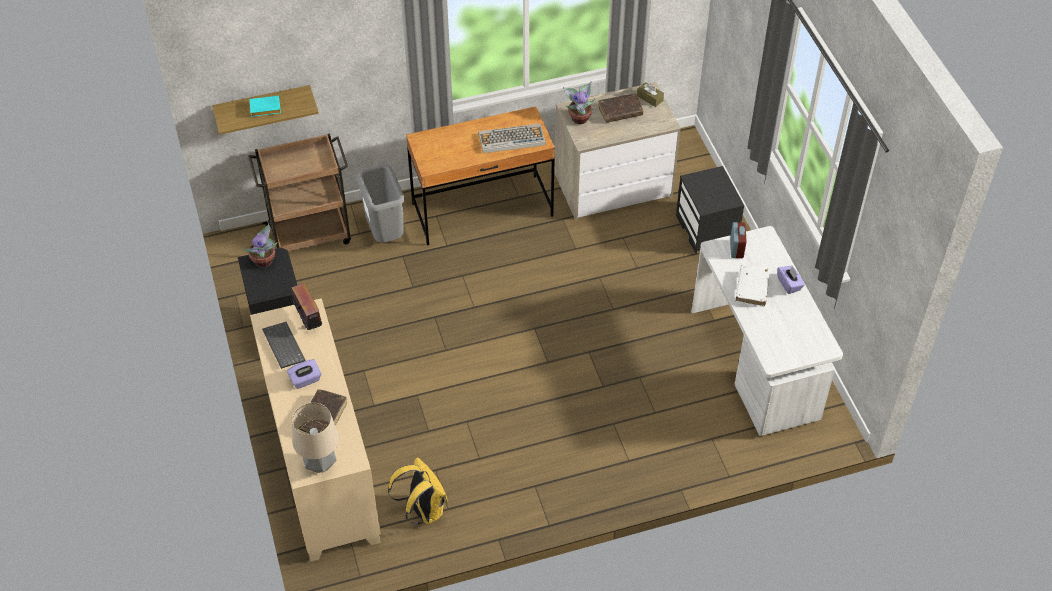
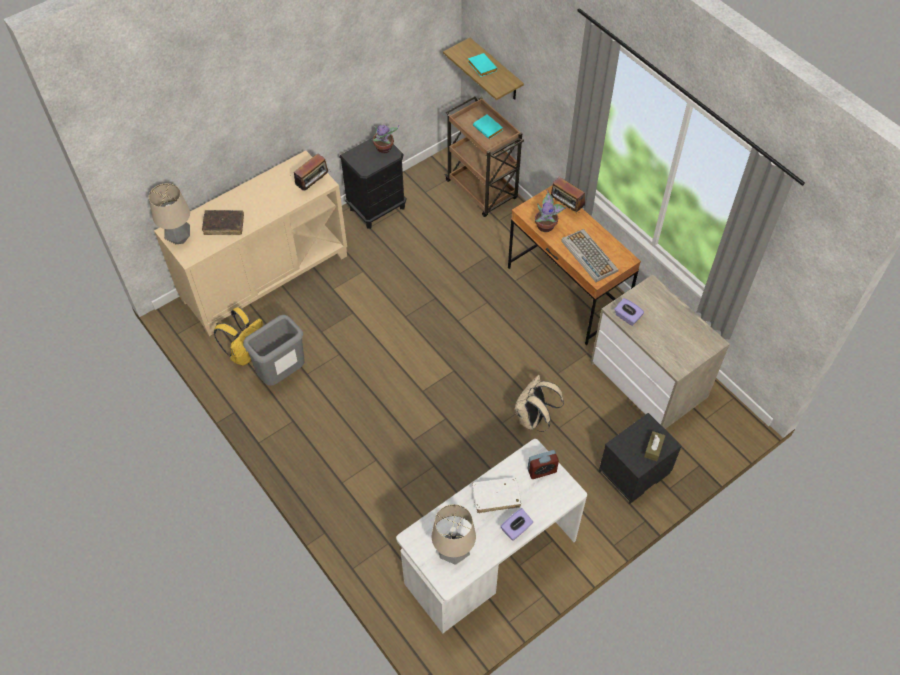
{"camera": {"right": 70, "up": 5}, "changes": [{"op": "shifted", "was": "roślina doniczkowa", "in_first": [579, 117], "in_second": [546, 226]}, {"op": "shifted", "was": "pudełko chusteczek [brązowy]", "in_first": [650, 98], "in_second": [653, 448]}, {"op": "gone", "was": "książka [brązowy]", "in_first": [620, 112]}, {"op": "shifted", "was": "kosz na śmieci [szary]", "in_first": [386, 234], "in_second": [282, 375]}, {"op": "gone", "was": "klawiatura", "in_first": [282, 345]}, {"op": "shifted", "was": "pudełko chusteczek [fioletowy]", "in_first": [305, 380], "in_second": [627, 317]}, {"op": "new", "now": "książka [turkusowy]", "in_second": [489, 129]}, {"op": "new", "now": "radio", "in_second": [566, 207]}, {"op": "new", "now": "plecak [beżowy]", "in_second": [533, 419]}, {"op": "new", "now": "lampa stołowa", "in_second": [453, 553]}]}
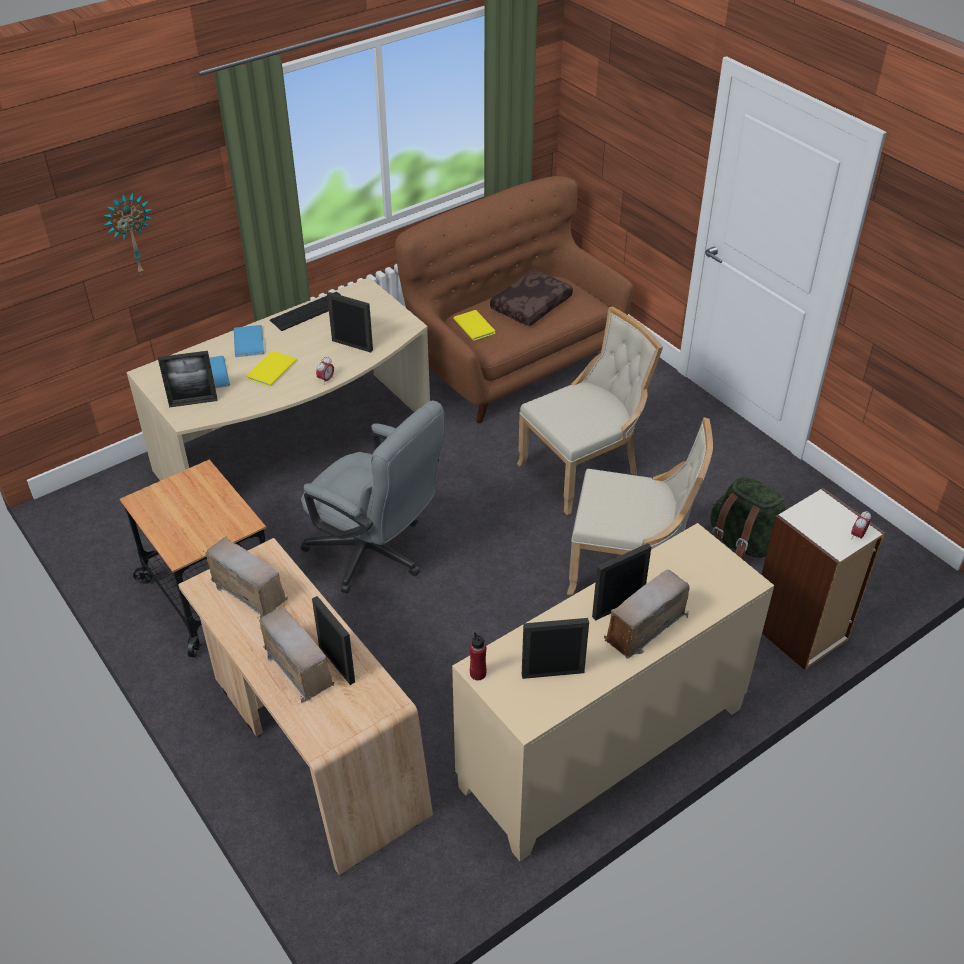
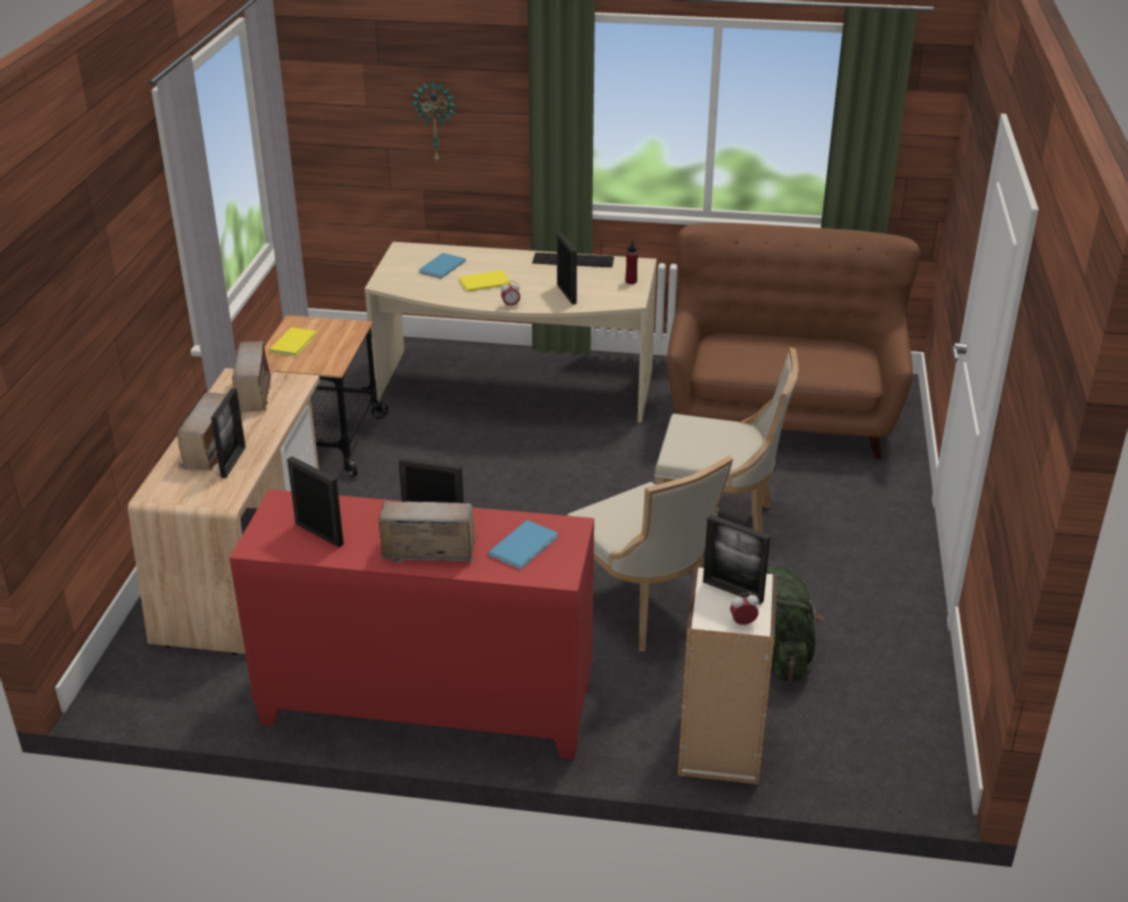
{"camera": {"right": 45, "up": -10}, "changes": [{"op": "gone", "was": "poduszka [brązowy]", "in_first": [530, 305]}, {"op": "shifted", "was": "książka [żółty]", "in_first": [474, 325], "in_second": [295, 342]}, {"op": "shifted", "was": "książka [niebieski]", "in_first": [250, 341], "in_second": [526, 545]}, {"op": "shifted", "was": "ramka na zdjęcie", "in_first": [193, 402], "in_second": [733, 591]}, {"op": "gone", "was": "krzesło biurowe [szary]", "in_first": [376, 555]}, {"op": "repainted", "was": "szafka [beżowy]", "now": "szafka [czerwony]", "in_first": [604, 748], "in_second": [426, 705]}, {"op": "shifted", "was": "butelka [czerwony]", "in_first": [478, 674], "in_second": [631, 281]}]}
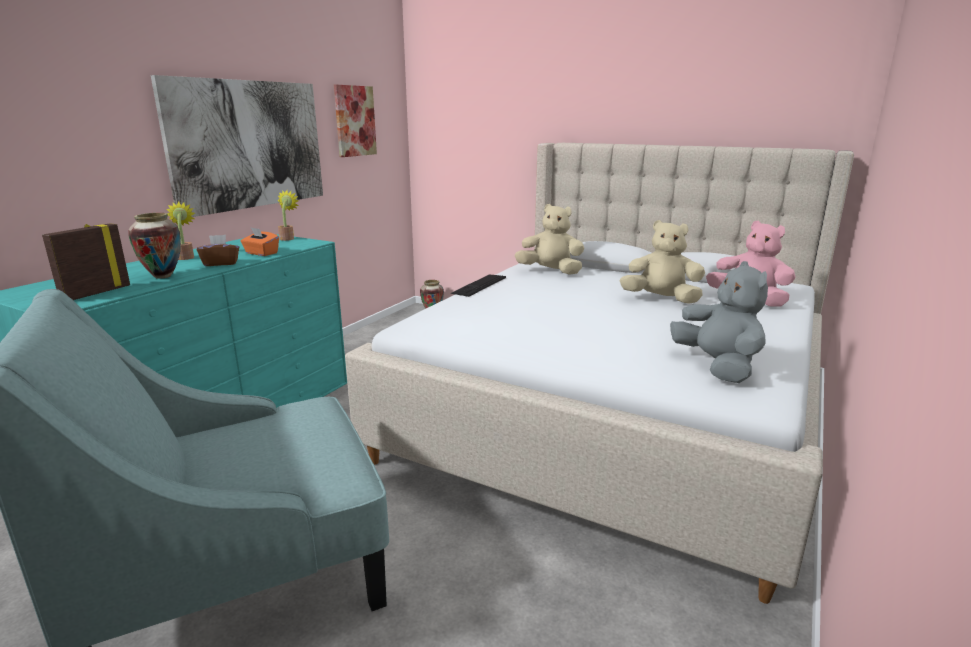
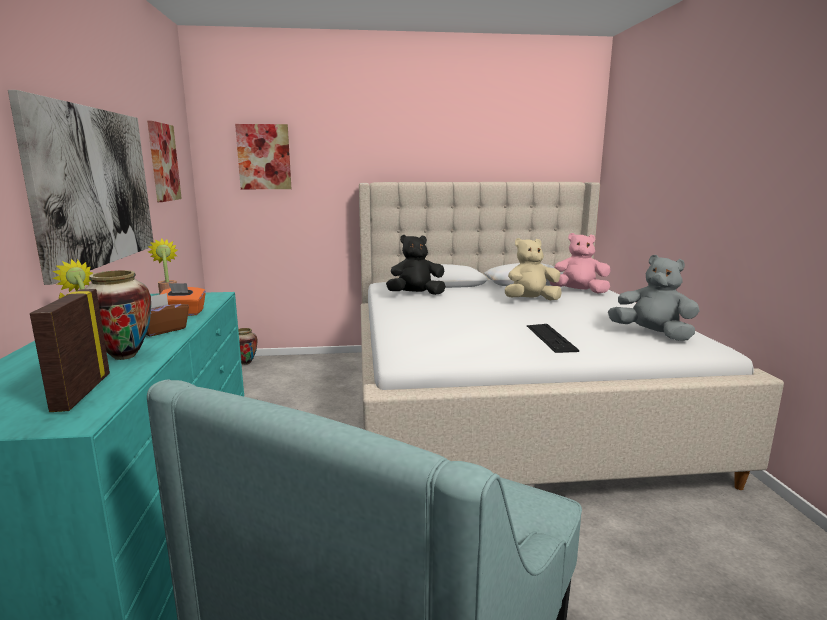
{"camera": {"right": -35, "up": -5}, "changes": [{"op": "repainted", "was": "pluszak [beżowy]", "now": "pluszak [czarny]", "in_first": [551, 271], "in_second": [416, 295]}, {"op": "shifted", "was": "klawiatura", "in_first": [479, 285], "in_second": [550, 338]}, {"op": "new", "now": "obraz", "in_second": [264, 157]}]}
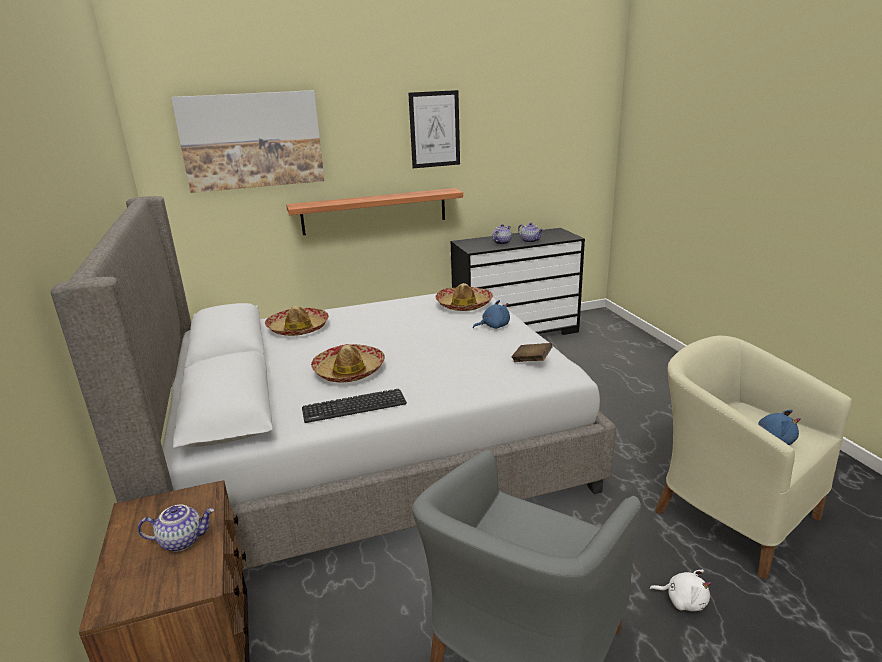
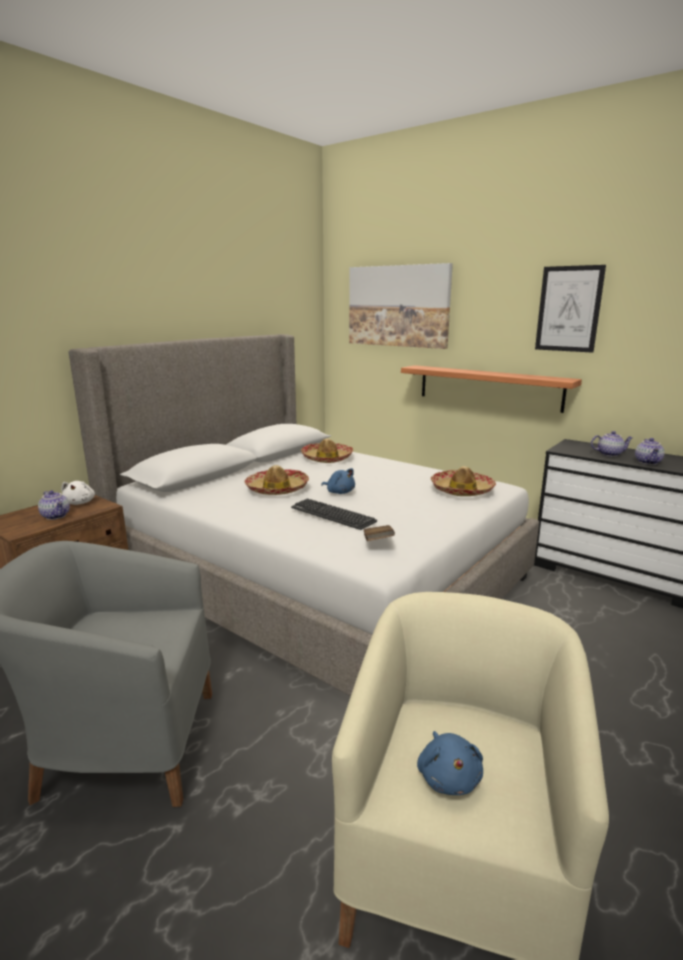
{"camera": {"right": 55, "up": -5}, "changes": [{"op": "shifted", "was": "pluszak [niebieski]", "in_first": [493, 326], "in_second": [339, 492]}, {"op": "shifted", "was": "klawiatura", "in_first": [354, 406], "in_second": [332, 515]}, {"op": "shifted", "was": "pluszak [biały]", "in_first": [683, 600], "in_second": [80, 502]}]}
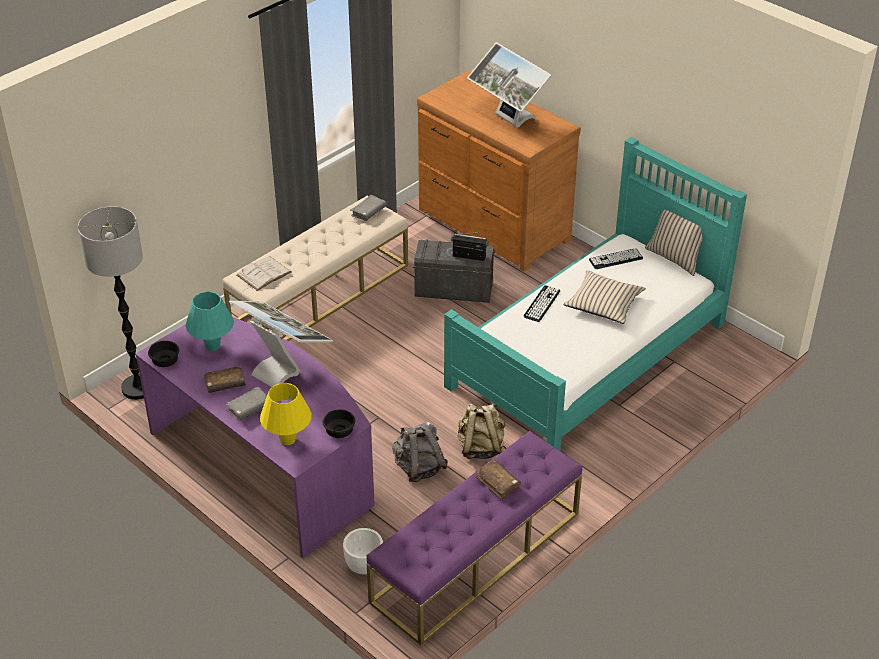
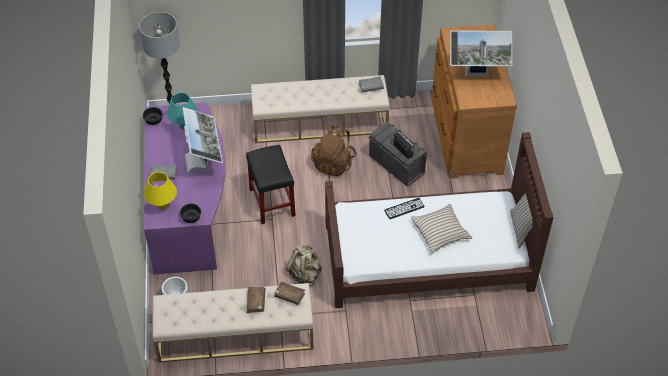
{"camera": {"right": 40, "up": 10}, "changes": [{"op": "rotated", "was": "monitor", "in_first": [508, 120], "in_second": [477, 75], "clockwise": -90}, {"op": "repainted", "was": "łóżko [turkusowy]", "now": "łóżko [brązowy]", "in_first": [588, 354], "in_second": [428, 256]}, {"op": "gone", "was": "klawiatura", "in_first": [615, 259]}, {"op": "gone", "was": "książka [biały]", "in_first": [264, 273]}, {"op": "shifted", "was": "książka [brązowy]", "in_first": [225, 384], "in_second": [289, 295]}, {"op": "gone", "was": "plecak [szary]", "in_first": [419, 468]}, {"op": "repainted", "was": "ławka [fioletowy]", "now": "ławka [beżowy]", "in_first": [476, 557], "in_second": [235, 335]}, {"op": "new", "now": "plecak [brązowy]", "in_second": [333, 163]}, {"op": "new", "now": "stołek [czarny]", "in_second": [272, 203]}]}
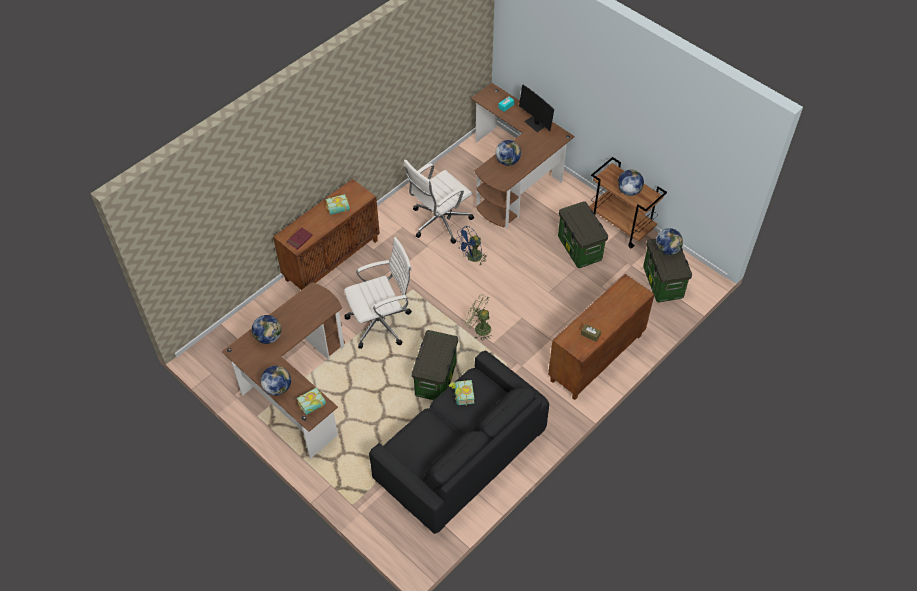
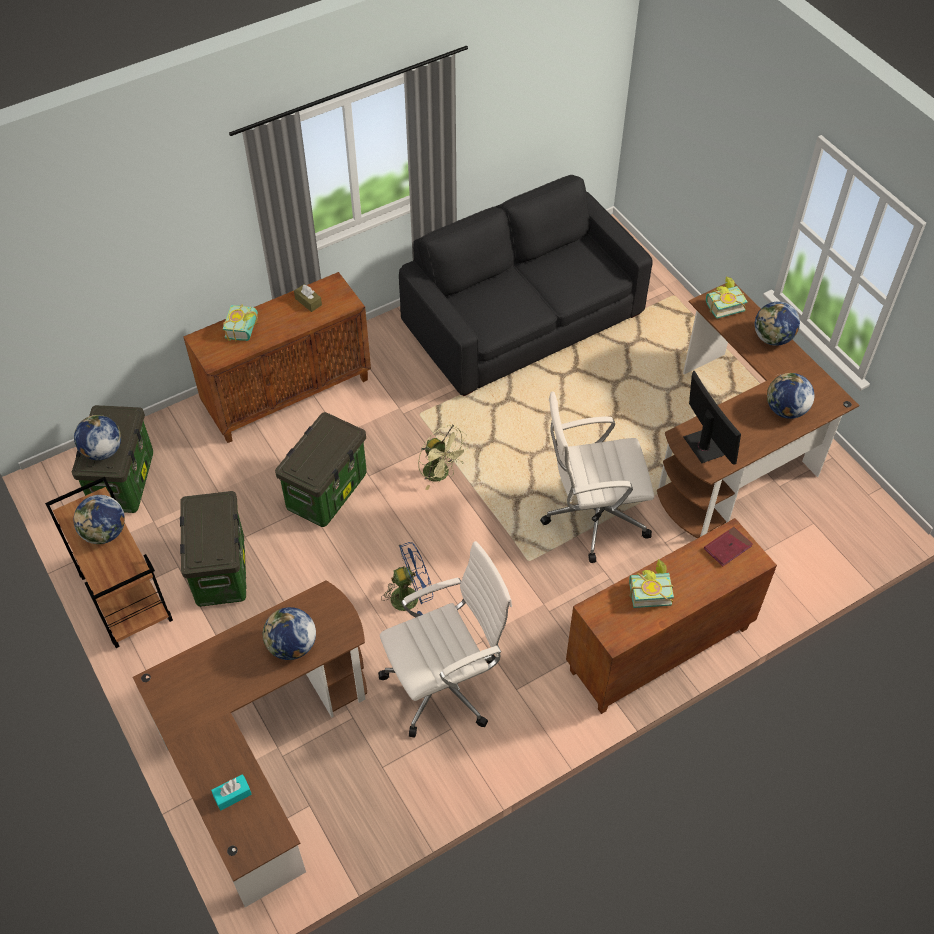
{"camera": {"right": -165, "up": 0}, "changes": [{"op": "shifted", "was": "monitor", "in_first": [536, 123], "in_second": [704, 446]}, {"op": "shifted", "was": "pojemnik do przechowywania", "in_first": [436, 380], "in_second": [327, 491]}, {"op": "shifted", "was": "książka", "in_first": [461, 396], "in_second": [246, 329]}]}
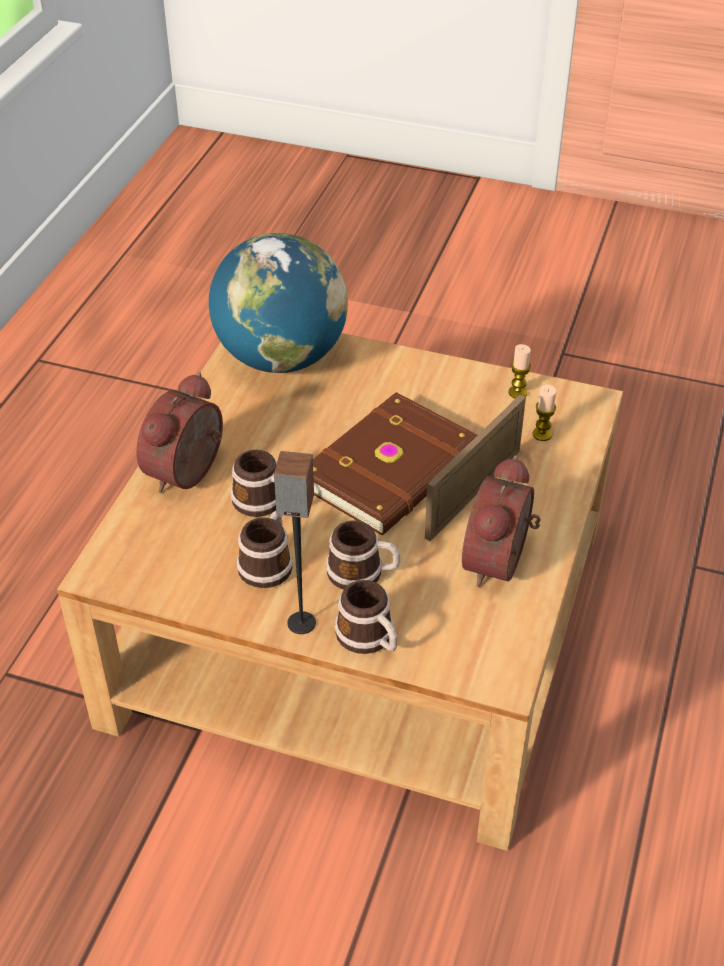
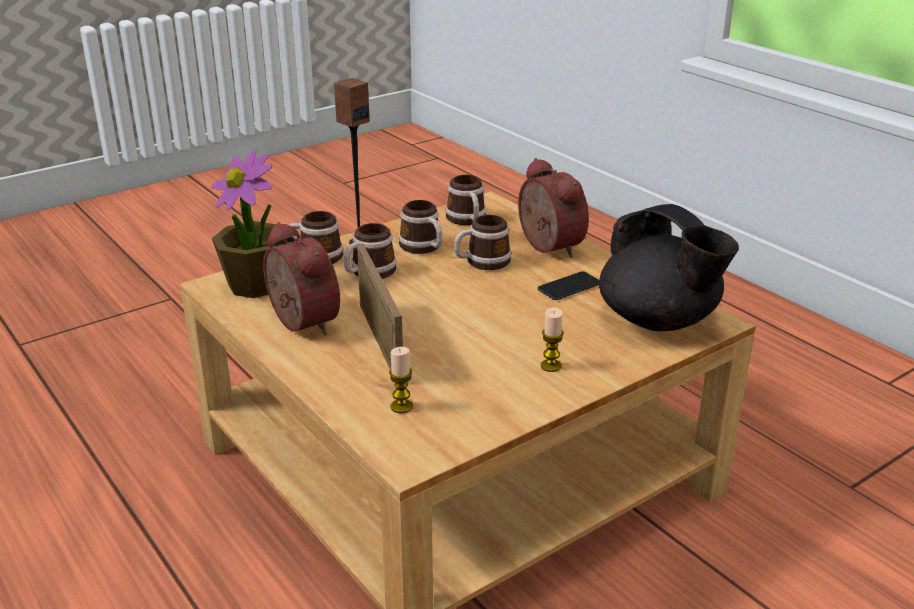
{"camera": {"right": 125, "up": -15}, "changes": [{"op": "swapped", "was": "globus", "now": "imbryk [czarny]", "in_first": [281, 357], "in_second": [659, 321]}, {"op": "shifted", "was": "świeca", "in_first": [518, 392], "in_second": [551, 366]}, {"op": "gone", "was": "książka [brązowy]", "in_first": [393, 469]}, {"op": "new", "now": "roślina doniczkowa", "in_second": [256, 285]}, {"op": "new", "now": "kubek", "in_second": [467, 220]}, {"op": "new", "now": "telefon", "in_second": [569, 287]}]}
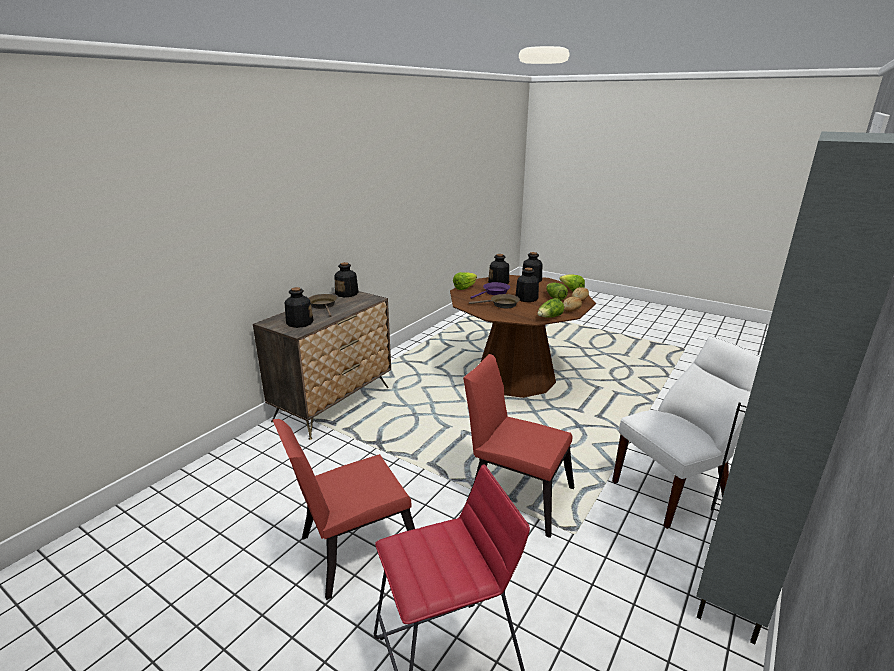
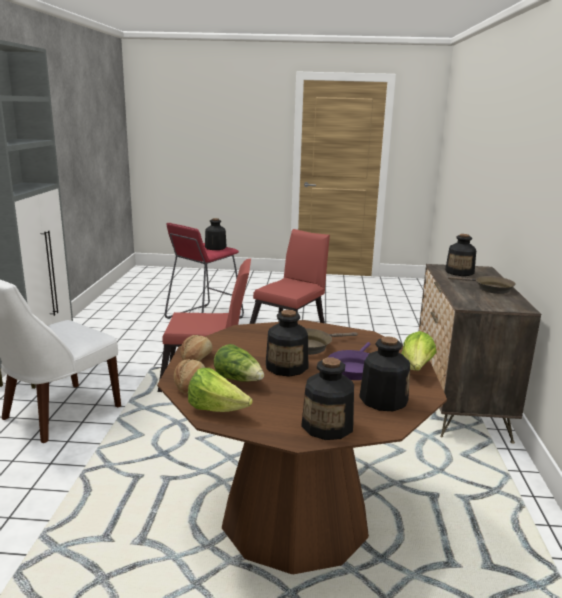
{"camera": {"right": 150, "up": -5}, "changes": [{"op": "shifted", "was": "butelka", "in_first": [347, 293], "in_second": [215, 247]}, {"op": "gone", "was": "sałata", "in_first": [549, 317]}]}
